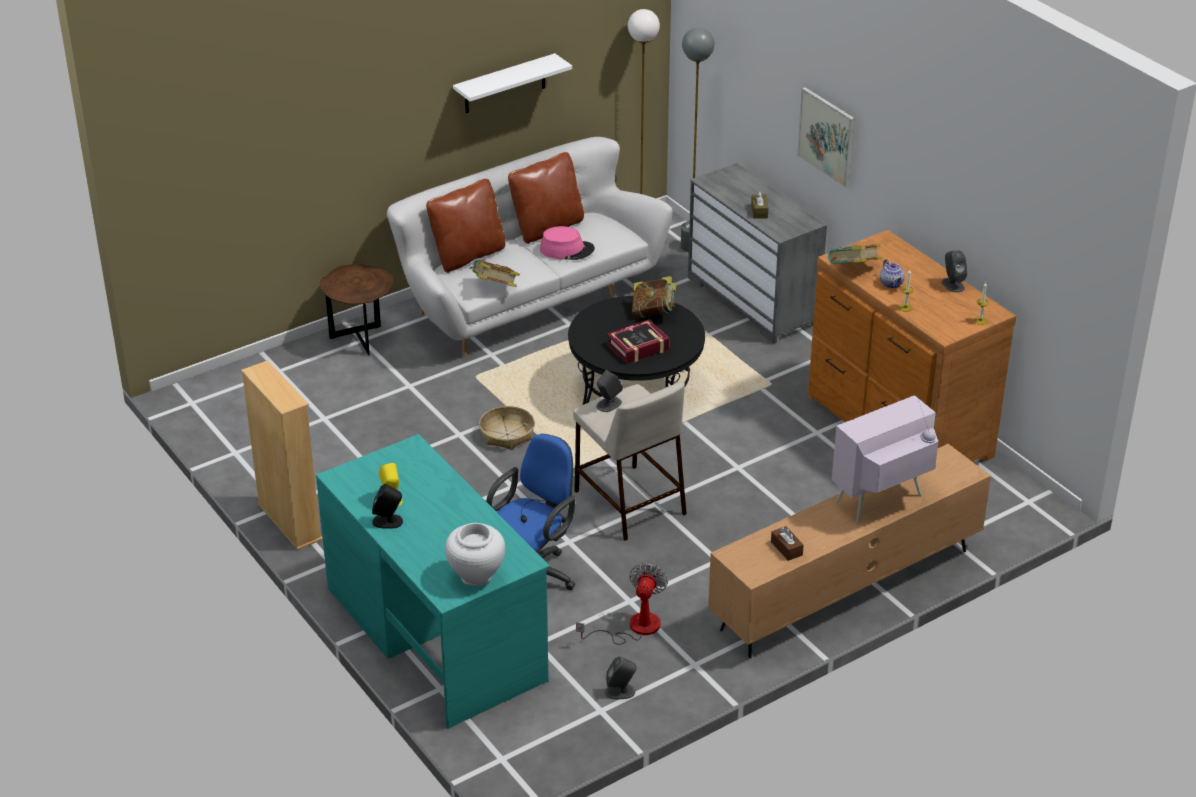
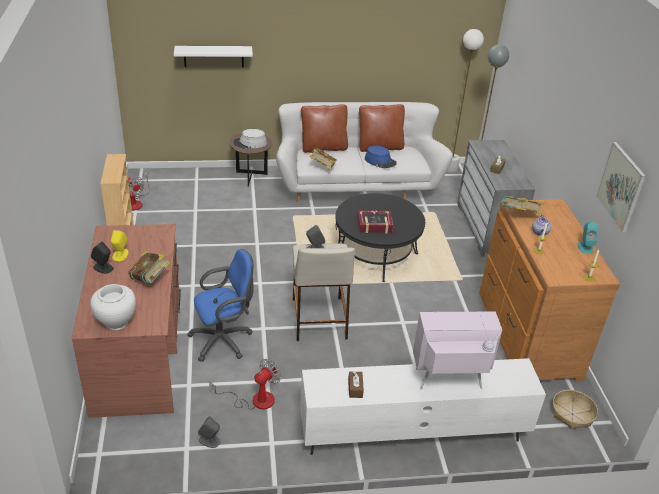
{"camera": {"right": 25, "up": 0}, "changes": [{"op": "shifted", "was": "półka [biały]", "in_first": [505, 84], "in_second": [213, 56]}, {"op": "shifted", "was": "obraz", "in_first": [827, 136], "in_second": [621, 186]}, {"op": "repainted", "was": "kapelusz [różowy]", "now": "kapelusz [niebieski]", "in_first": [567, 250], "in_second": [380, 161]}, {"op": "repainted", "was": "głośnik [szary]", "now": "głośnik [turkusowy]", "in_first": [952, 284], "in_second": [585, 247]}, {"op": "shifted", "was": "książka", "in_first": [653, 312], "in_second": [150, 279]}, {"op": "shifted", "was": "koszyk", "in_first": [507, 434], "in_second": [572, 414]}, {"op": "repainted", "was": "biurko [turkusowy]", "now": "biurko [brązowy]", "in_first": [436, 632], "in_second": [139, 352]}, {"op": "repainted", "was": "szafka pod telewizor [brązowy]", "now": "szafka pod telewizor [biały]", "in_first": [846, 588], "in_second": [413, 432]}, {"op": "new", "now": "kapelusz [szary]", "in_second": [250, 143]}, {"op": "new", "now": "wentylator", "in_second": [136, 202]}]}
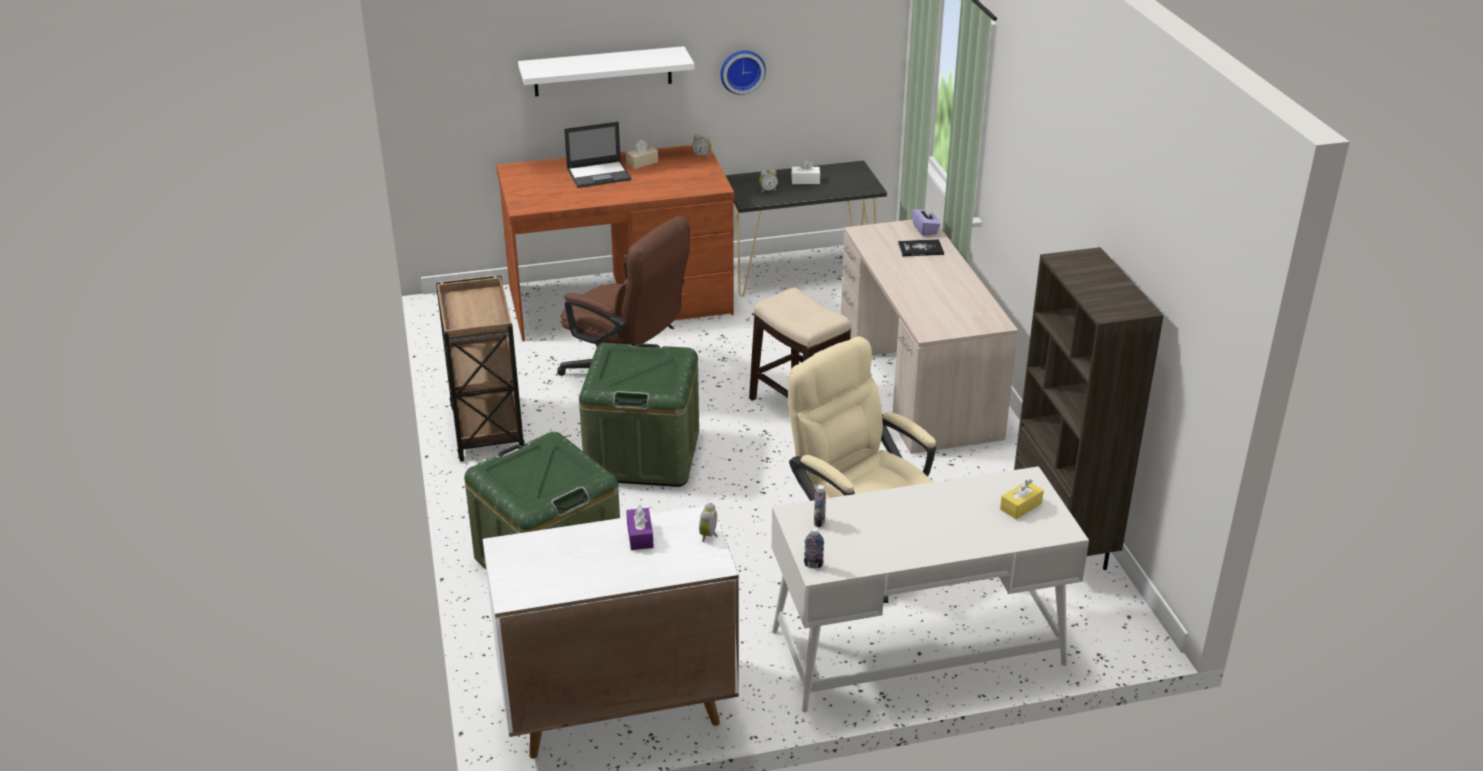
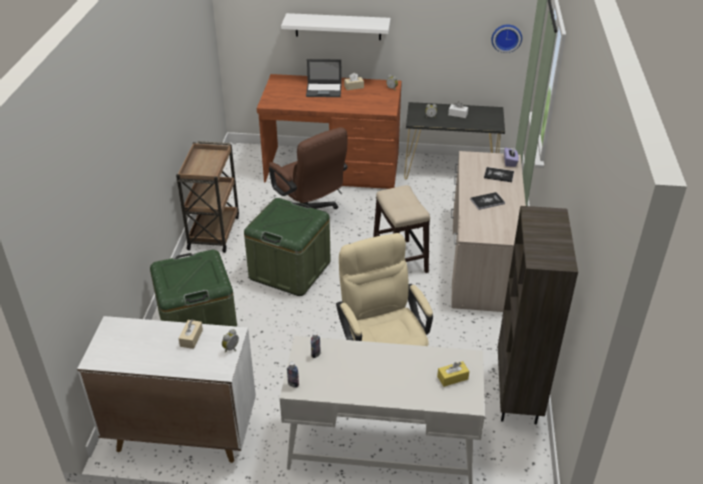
{"camera": {"right": 20, "up": 5}, "changes": [{"op": "shifted", "was": "zegar ścienny", "in_first": [742, 70], "in_second": [506, 37]}, {"op": "repainted", "was": "pudełko chusteczek [fioletowy]", "now": "pudełko chusteczek [beżowy]", "in_first": [640, 536], "in_second": [191, 338]}, {"op": "new", "now": "książka", "in_second": [487, 201]}]}
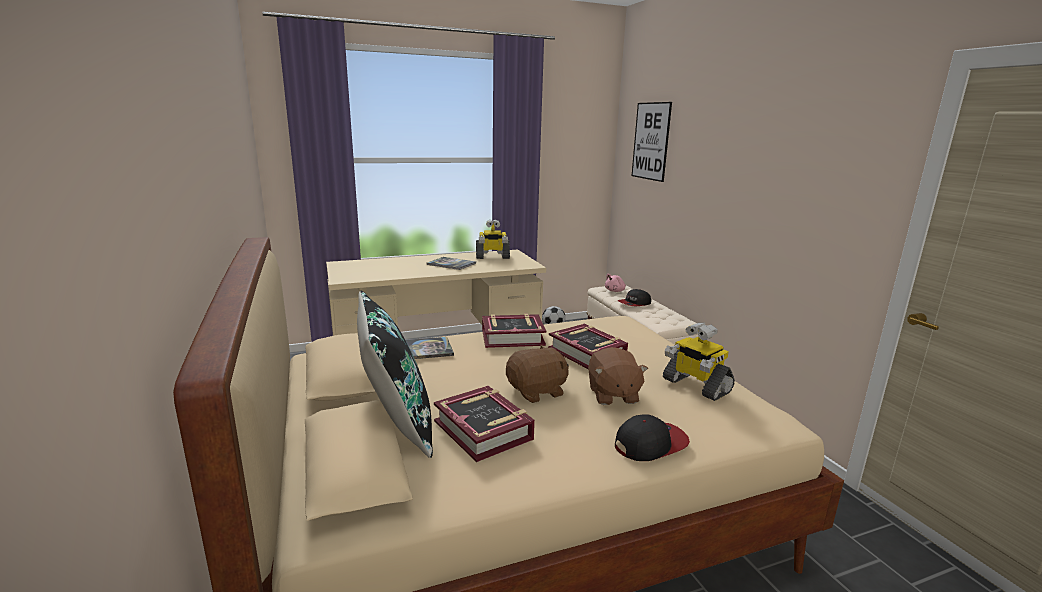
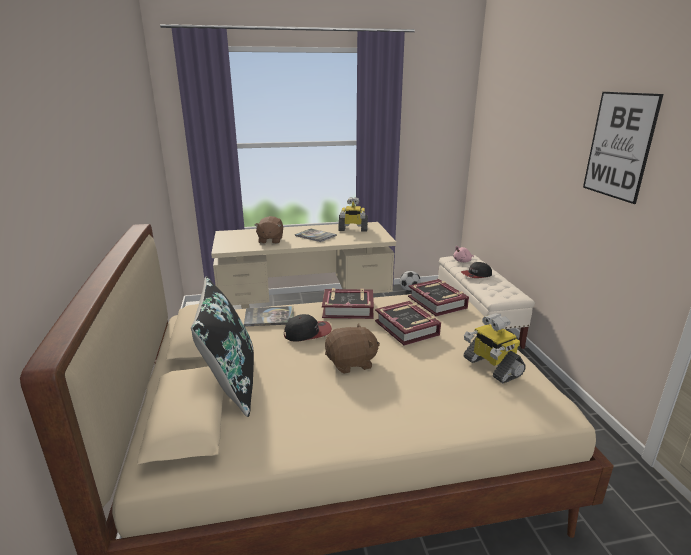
{"camera": {"right": 10, "up": 5}, "changes": [{"op": "shifted", "was": "obraz", "in_first": [651, 141], "in_second": [619, 146]}, {"op": "shifted", "was": "pluszak [brązowy]", "in_first": [612, 395], "in_second": [270, 240]}, {"op": "shifted", "was": "książka", "in_first": [483, 430], "in_second": [437, 302]}, {"op": "shifted", "was": "czapka z daszkiem", "in_first": [650, 444], "in_second": [308, 333]}]}
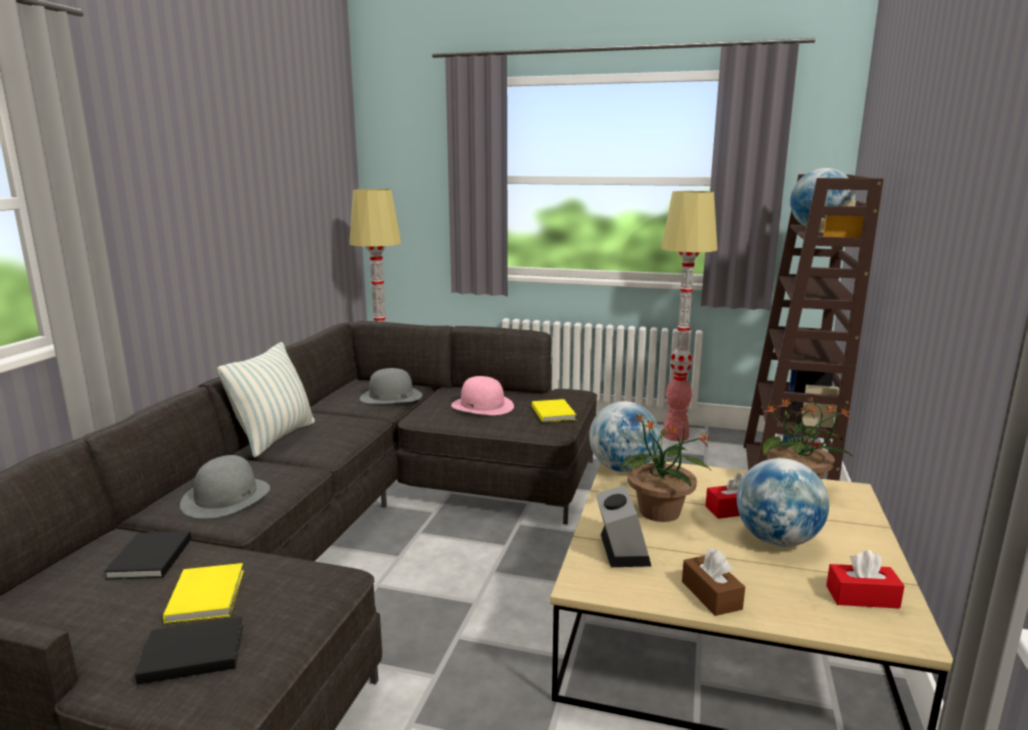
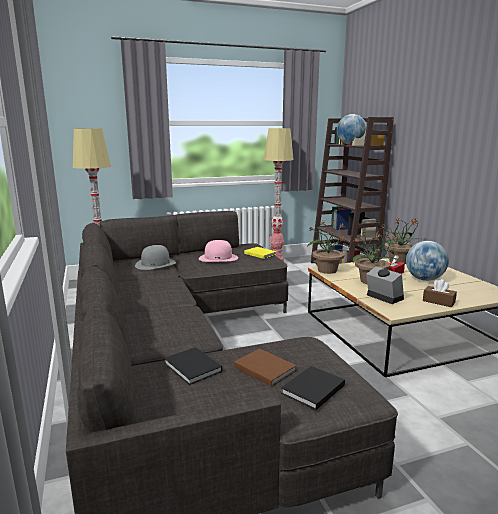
{"camera": {"right": -35, "up": 0}, "changes": [{"op": "gone", "was": "poduszka", "in_first": [275, 437]}, {"op": "swapped", "was": "globus", "now": "roślina doniczkowa", "in_first": [622, 468], "in_second": [326, 270]}, {"op": "gone", "was": "kapelusz [szary]", "in_first": [226, 497]}, {"op": "gone", "was": "pudełko chusteczek [czerwony]", "in_first": [862, 597]}, {"op": "repainted", "was": "książka [żółty]", "now": "książka [brązowy]", "in_first": [208, 594], "in_second": [264, 368]}]}
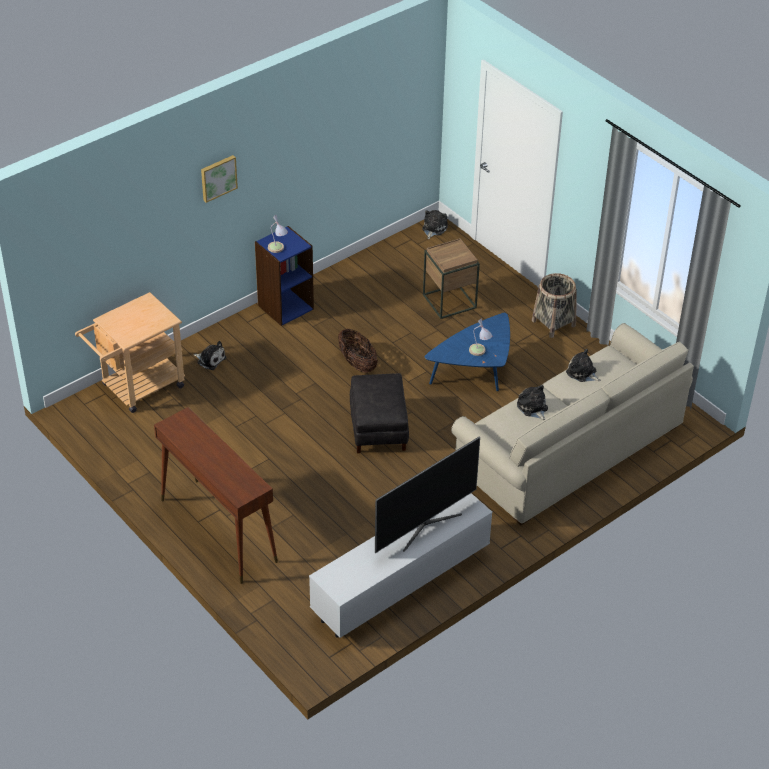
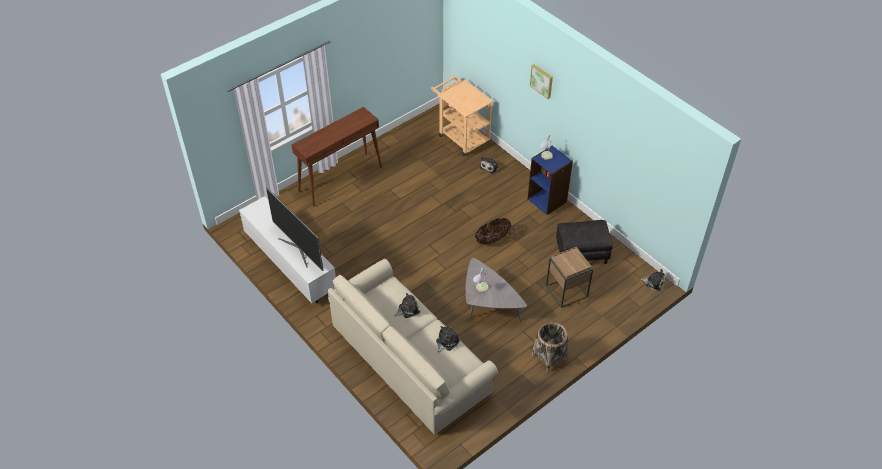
{"camera": {"right": 90, "up": 5}, "changes": [{"op": "repainted", "was": "ława [niebieski]", "now": "ława [szary]", "in_first": [475, 372], "in_second": [488, 305]}, {"op": "shifted", "was": "pufa [czarny]", "in_first": [379, 429], "in_second": [581, 253]}]}
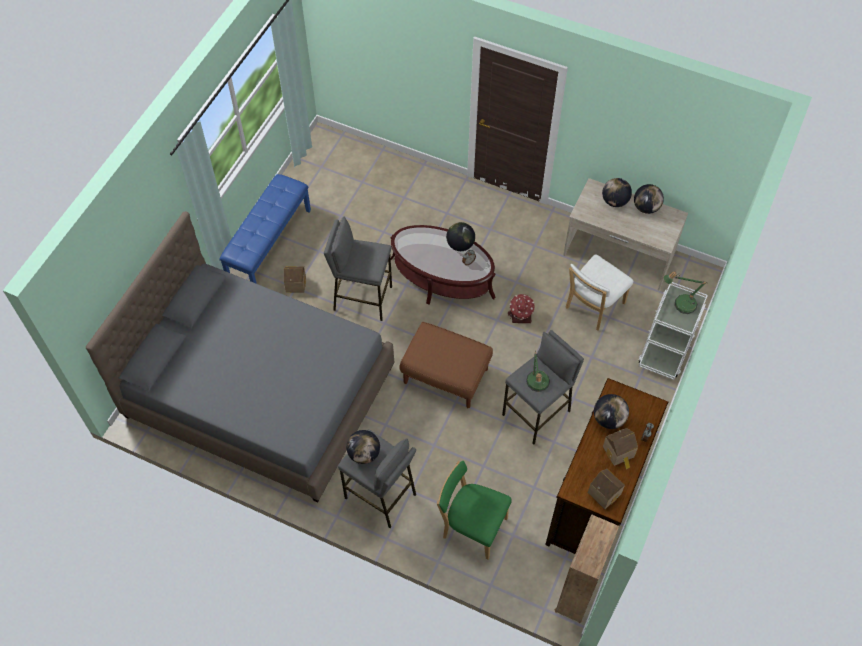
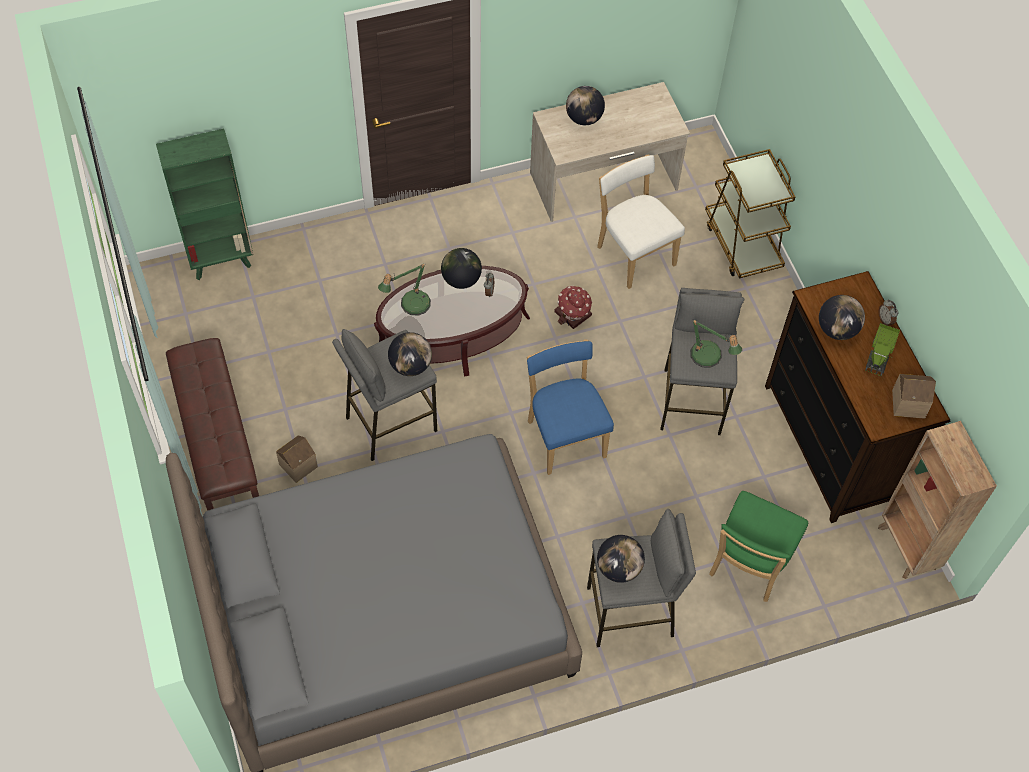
{"camera": {"right": -45, "up": 0}, "changes": [{"op": "repainted", "was": "ławka [niebieski]", "now": "ławka [brązowy]", "in_first": [269, 245], "in_second": [218, 445]}, {"op": "shifted", "was": "globus", "in_first": [646, 207], "in_second": [410, 366]}, {"op": "rotated", "was": "krzesło [biały]", "in_first": [592, 307], "in_second": [633, 253], "clockwise": 150}, {"op": "shifted", "was": "lampa stołowa", "in_first": [681, 303], "in_second": [410, 305]}, {"op": "repainted", "was": "wózek [biały]", "now": "wózek [brązowy]", "in_first": [665, 349], "in_second": [742, 244]}, {"op": "swapped", "was": "pufa [brązowy]", "now": "krzesło [niebieski]", "in_first": [446, 376], "in_second": [565, 435]}, {"op": "swapped", "was": "domek", "now": "ciężarówka zabawkowa", "in_first": [619, 453], "in_second": [880, 354]}, {"op": "rotated", "was": "krzesło [zielony]", "in_first": [472, 526], "in_second": [748, 565], "clockwise": -45}, {"op": "new", "now": "regał [zielony]", "in_second": [222, 260]}]}
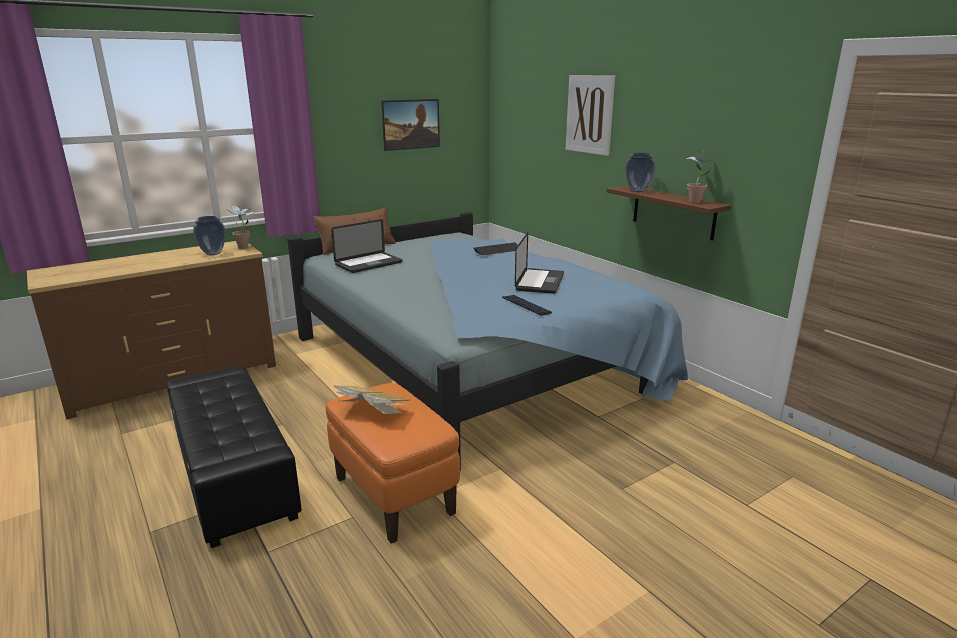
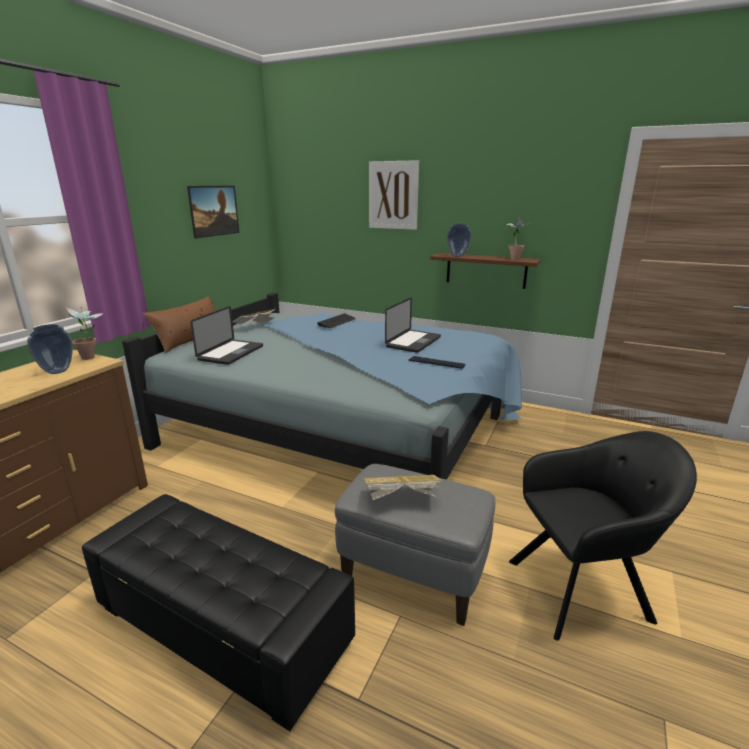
{"camera": {"right": -30, "up": 0}, "changes": [{"op": "rotated", "was": "laptop", "in_first": [539, 282], "in_second": [413, 342], "clockwise": 45}, {"op": "repainted", "was": "pufa [pomarańczowy]", "now": "pufa [szary]", "in_first": [393, 495], "in_second": [412, 576]}, {"op": "new", "now": "książka", "in_second": [255, 327]}, {"op": "new", "now": "fotel [czarny]", "in_second": [583, 589]}]}
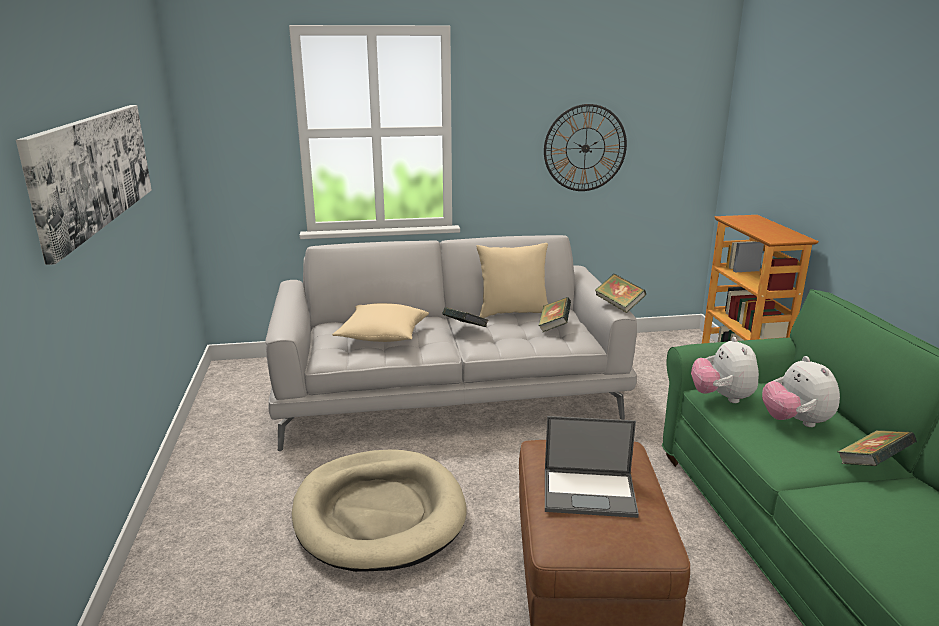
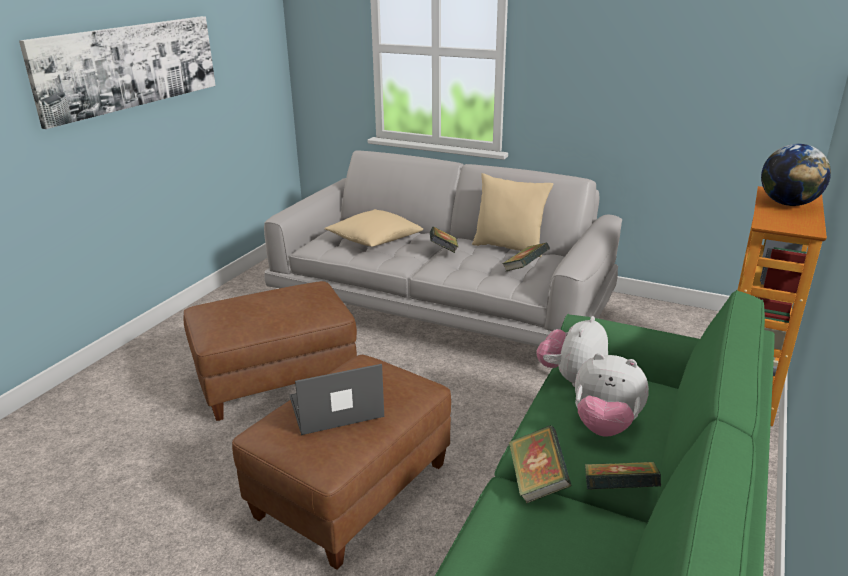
{"camera": {"right": 35, "up": 5}, "changes": [{"op": "gone", "was": "zegar ścienny", "in_first": [585, 148]}, {"op": "shifted", "was": "książka", "in_first": [619, 305], "in_second": [537, 481]}, {"op": "rotated", "was": "pluszak", "in_first": [795, 422], "in_second": [605, 425], "clockwise": -90}, {"op": "rotated", "was": "laptop", "in_first": [590, 492], "in_second": [335, 408], "clockwise": 120}, {"op": "swapped", "was": "legowisko [beżowy]", "now": "pufa [brązowy]", "in_first": [379, 514], "in_second": [277, 380]}, {"op": "new", "now": "globus", "in_second": [788, 204]}]}
